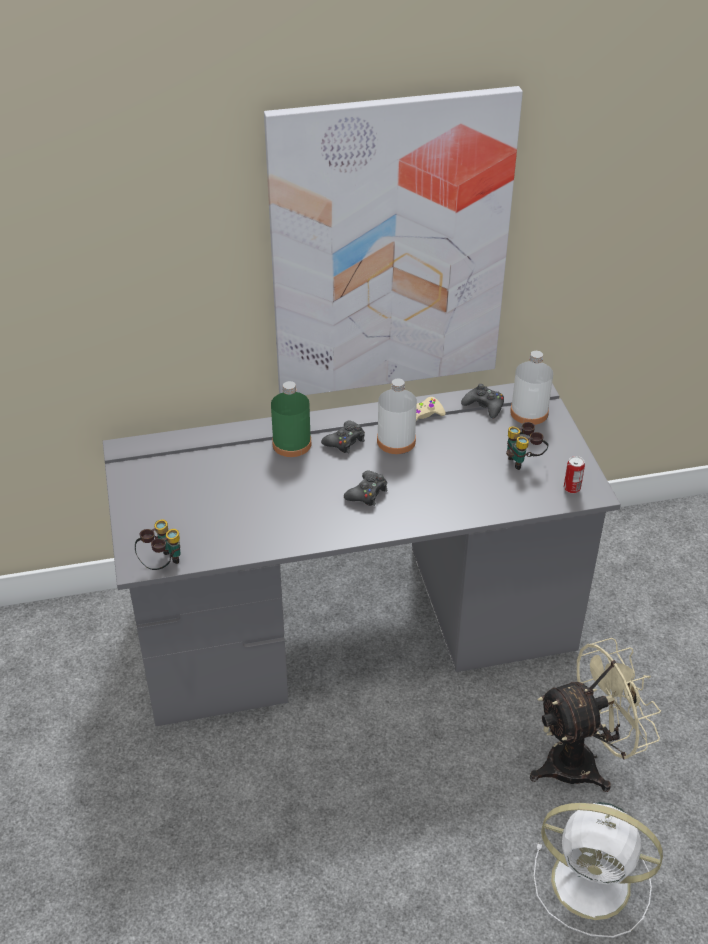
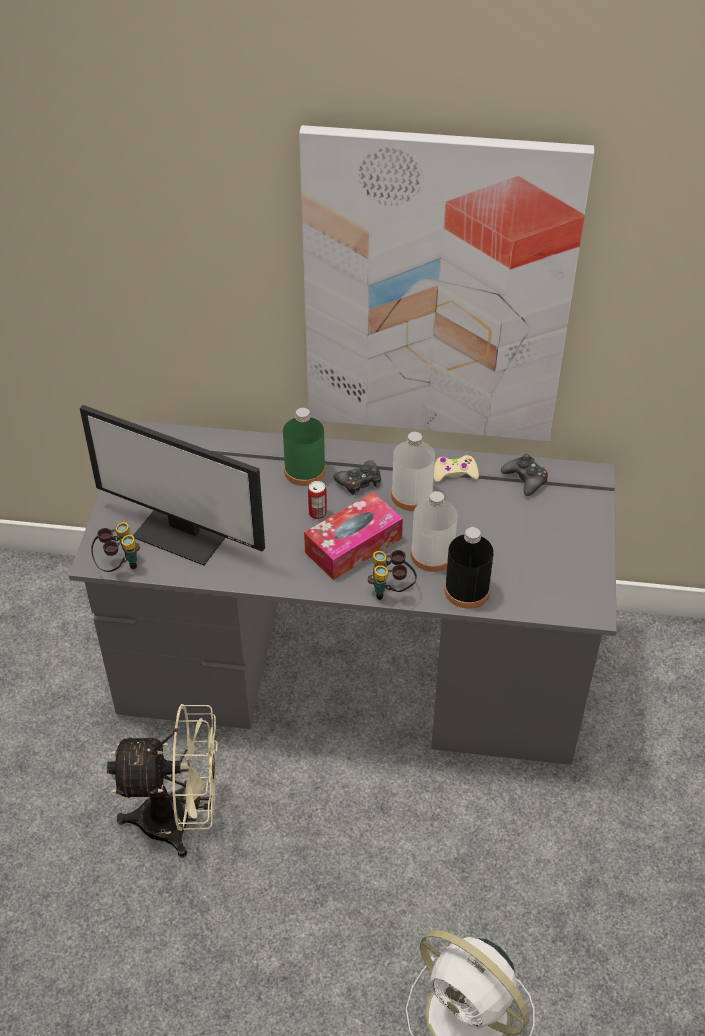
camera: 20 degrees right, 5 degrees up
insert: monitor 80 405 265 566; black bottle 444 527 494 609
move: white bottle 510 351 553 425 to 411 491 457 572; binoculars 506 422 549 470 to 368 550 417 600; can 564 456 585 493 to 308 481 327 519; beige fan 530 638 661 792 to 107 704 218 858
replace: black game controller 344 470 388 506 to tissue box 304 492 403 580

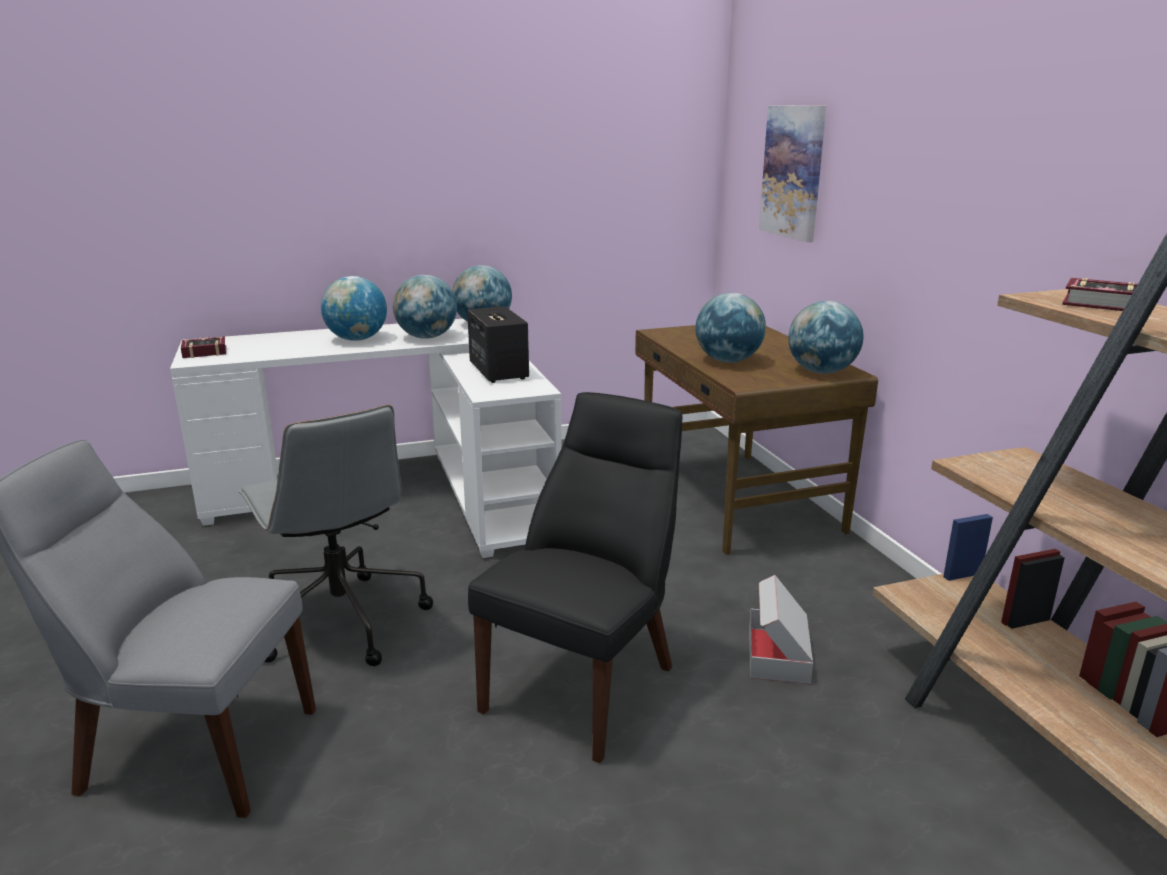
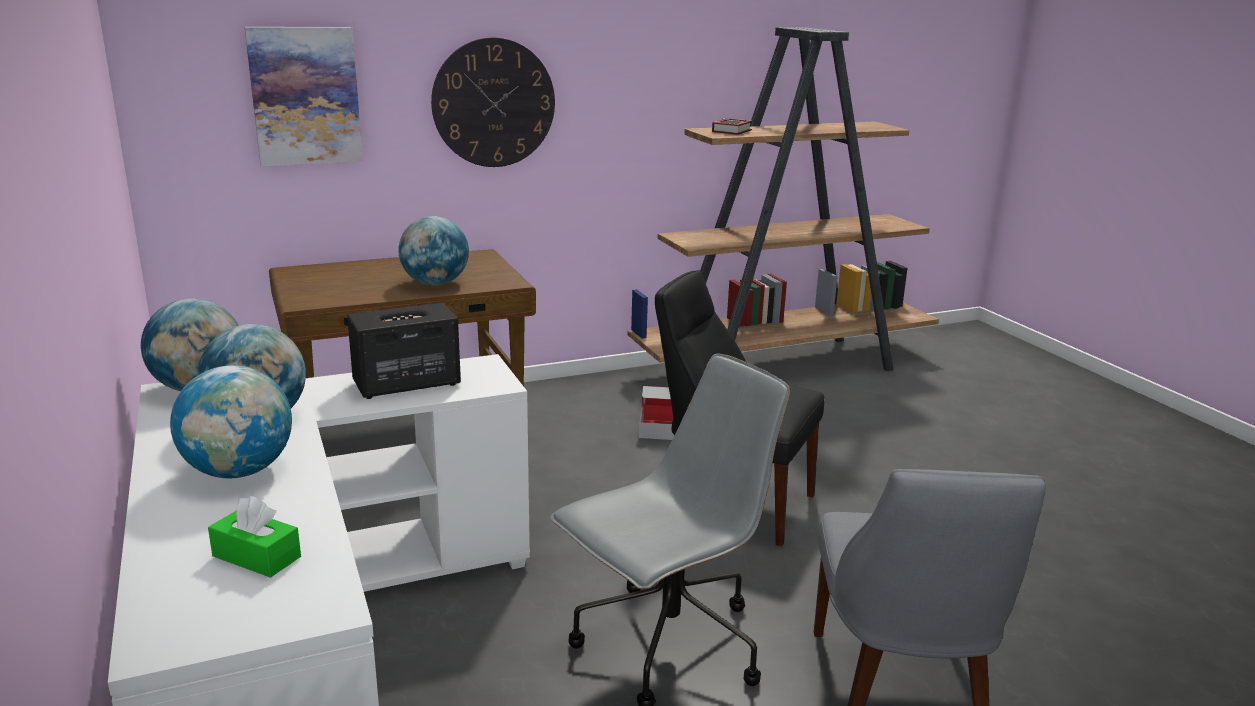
camera: 95 degrees left, 0 degrees up
delete: globe 788 301 863 374; book 181 336 226 358
insert: wall clock 431 37 555 167; green tissue box 208 496 301 578

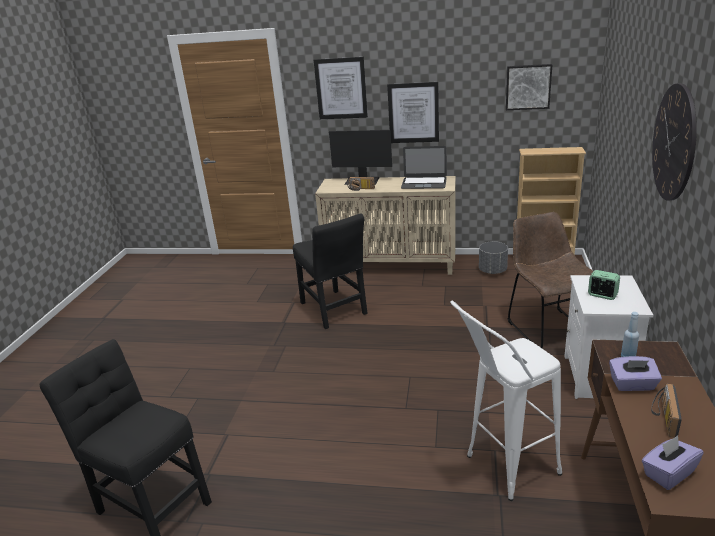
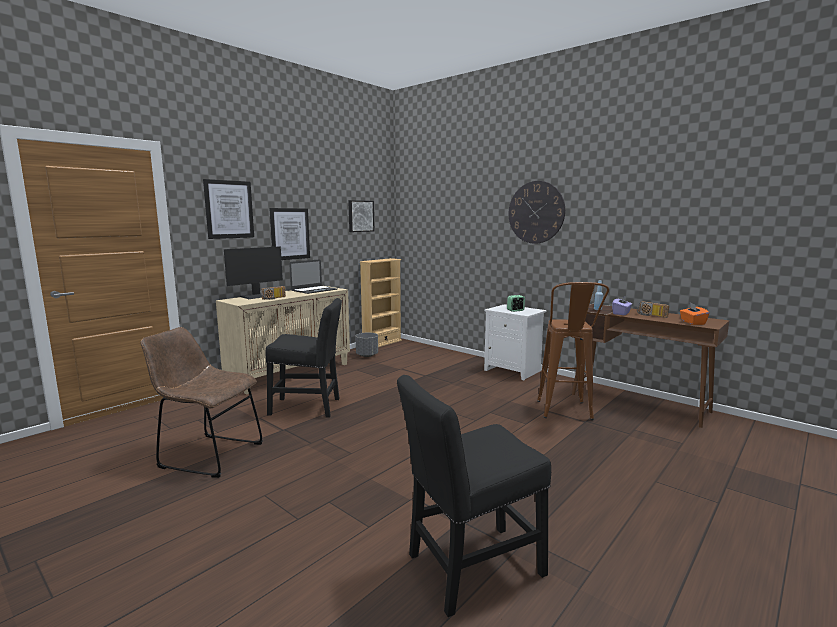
camera: 60 degrees left, 15 degrees down
move: brown chair 508 212 593 349 to 141 327 263 478
recolor: white stool 450 301 562 501 to brown stool 537 282 609 420; purple tissue box 642 436 704 490 to orange tissue box 680 303 709 325

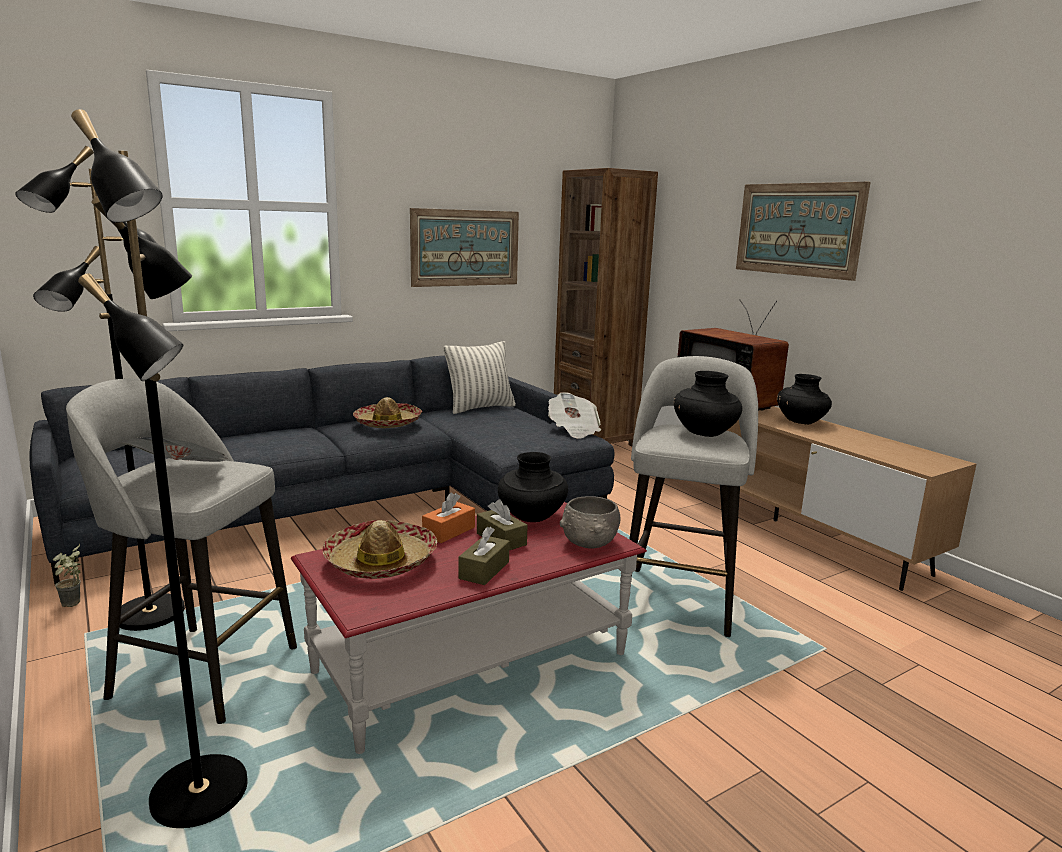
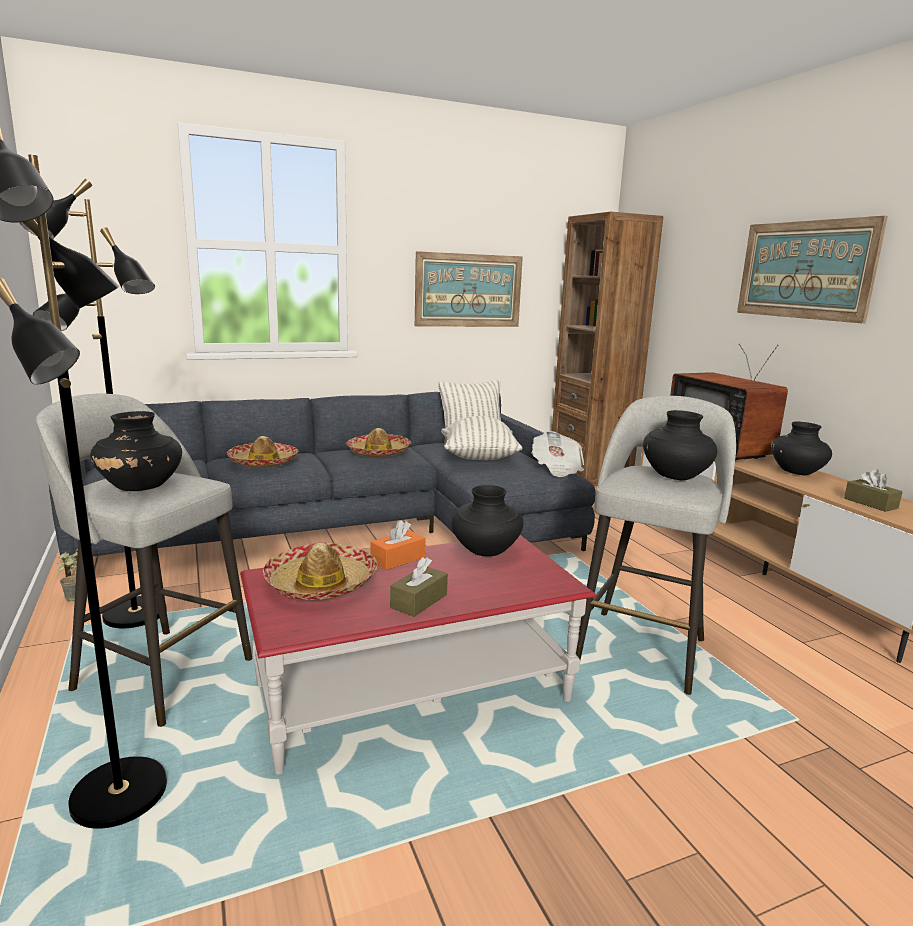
camera: 10 degrees right, 0 degrees up
delete: grey bowl 560 496 621 549
insert: pillow 441 416 522 460; hat 226 436 298 468
move: brown tissue box 477 499 528 550 to 844 469 903 512
replace: newspaper 119 437 225 462 to black vase 90 411 182 491

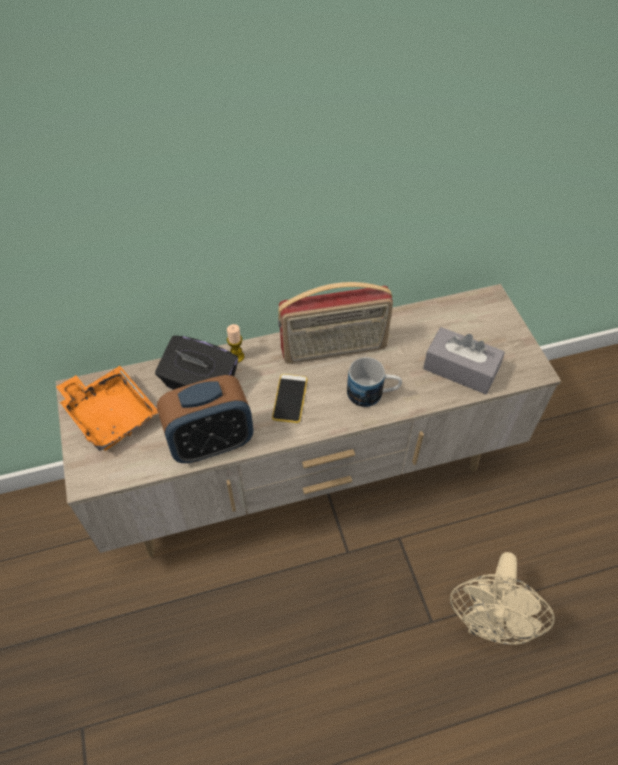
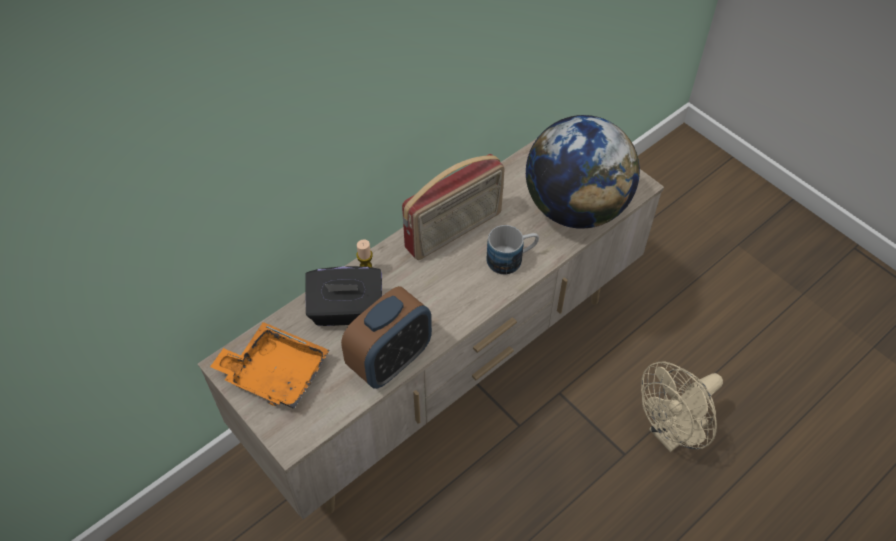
camera: 25 degrees left, 0 degrees up
delete: phone 272 374 307 423
replace: grey tissue box 423 327 505 394 to globe 526 115 640 229
rotate: beige fan 450 552 555 645 = 641 361 723 452 60 degrees clockwise

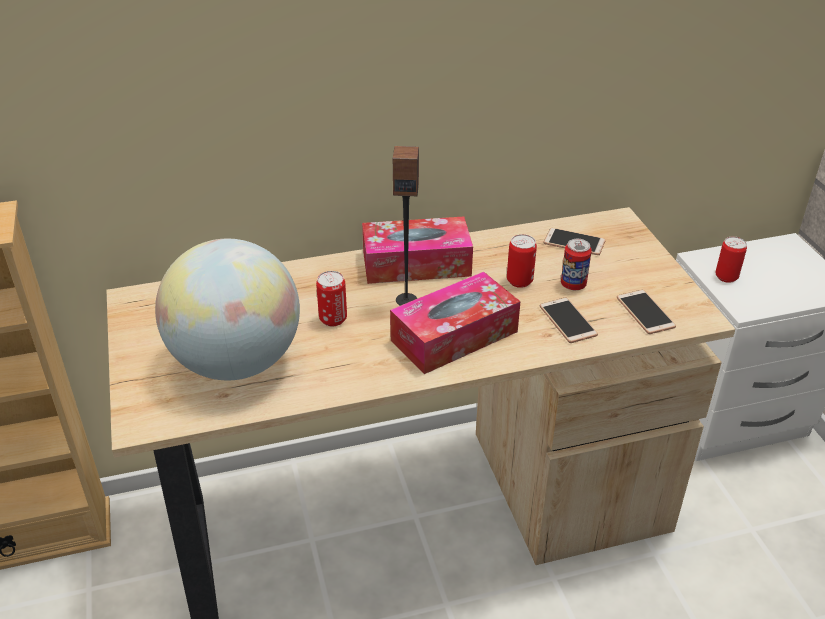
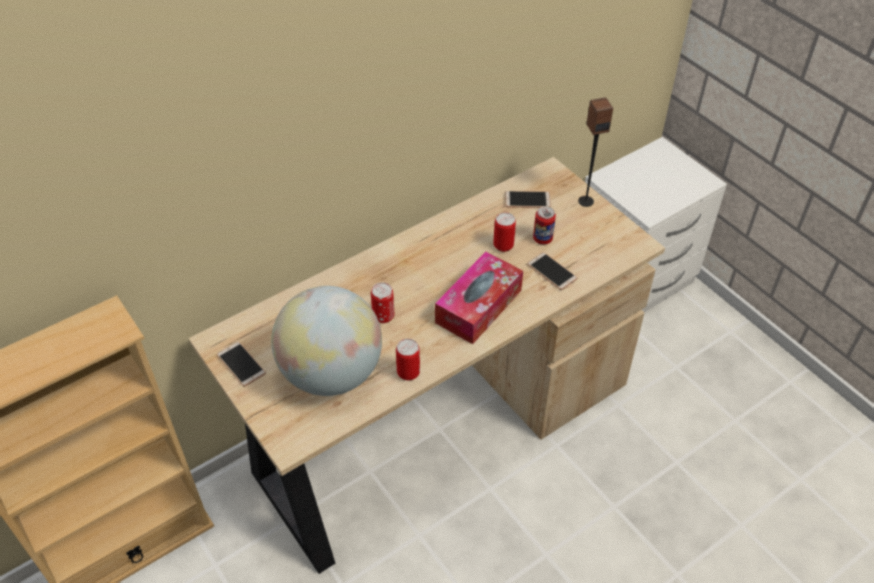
camera: 20 degrees left, 10 degrees up
delete: tissue box 362 216 473 284
move: speaker 393 146 419 306 to 578 97 613 207; can 716 236 747 283 to 396 339 420 380; phone 617 290 676 334 to 217 342 266 387

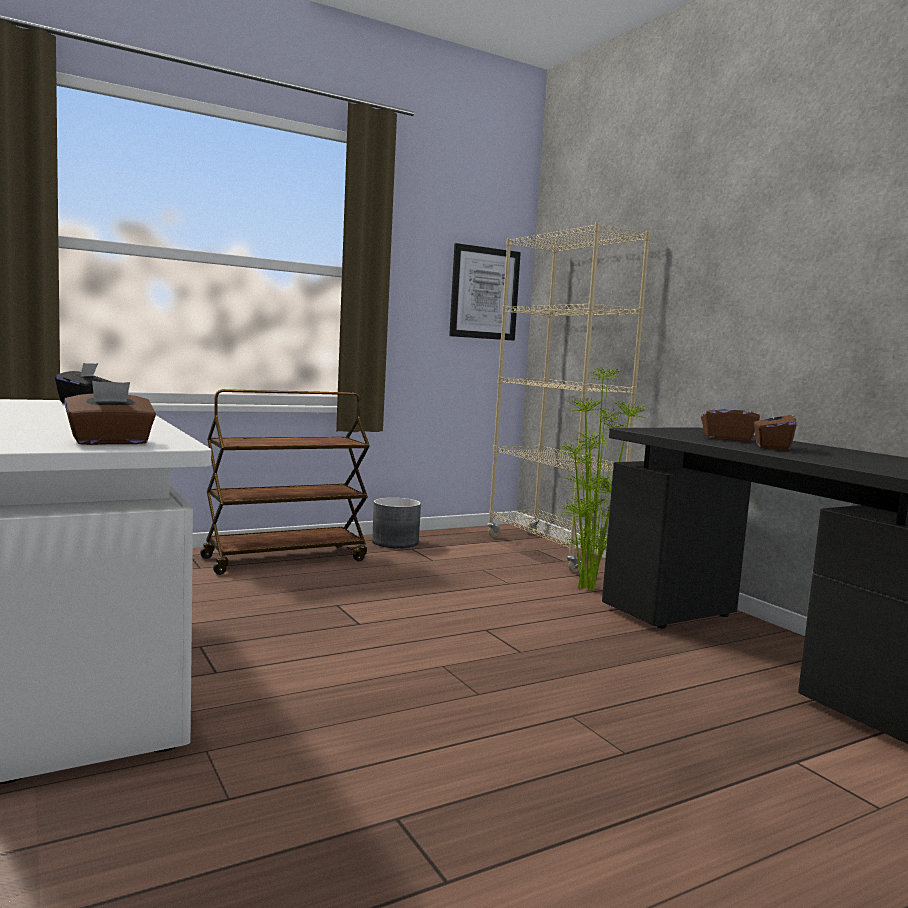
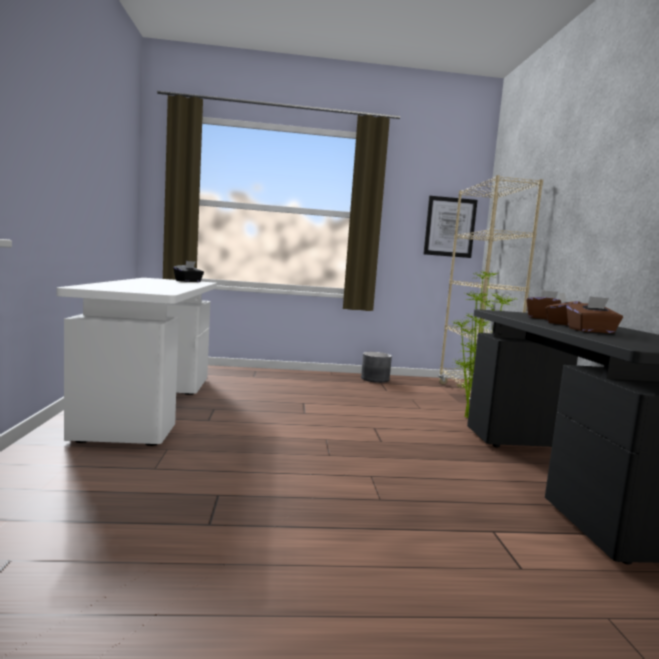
camera: 25 degrees right, 0 degrees up
delete: brown cart 200 389 370 575
move: brown tissue box 64 381 156 445 to 566 296 623 333

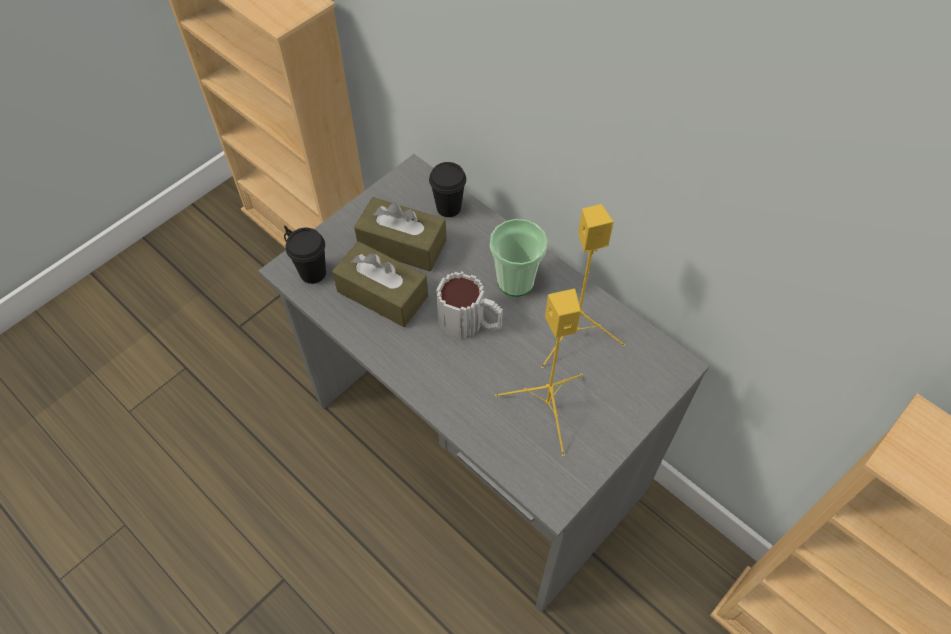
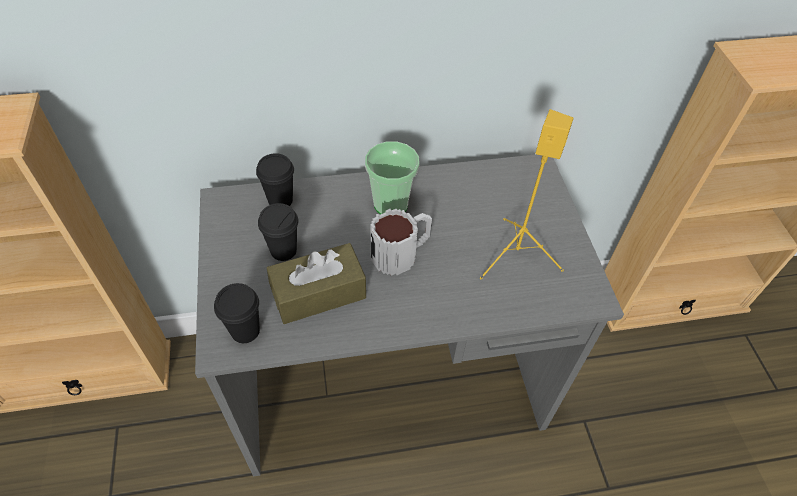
camera: 55 degrees left, 5 degrees down
delete: yellow speaker 541 204 625 369
replace: brown tissue box 354 197 447 271 to black cup 258 203 299 261

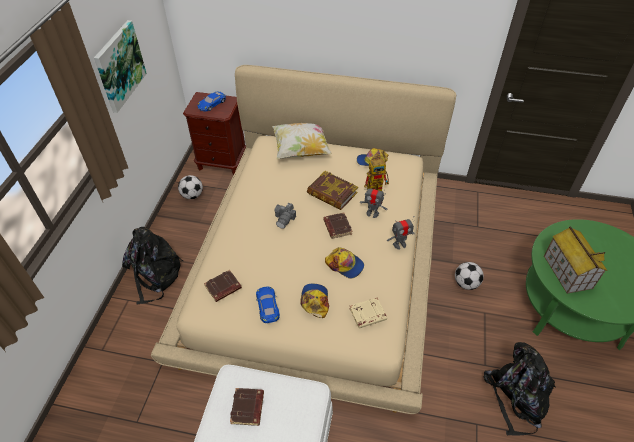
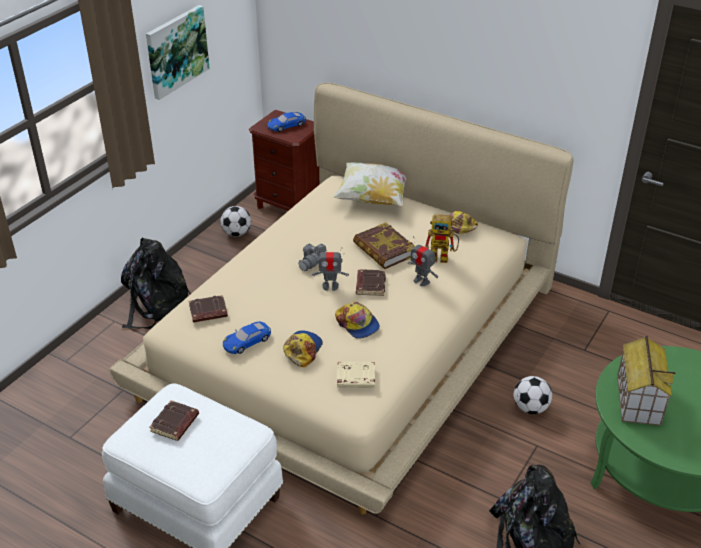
camera: 20 degrees right, 10 degrees down
move: toy robot 387 216 415 249 to 312 246 349 291
rotate: blue toy car 256 286 280 323 = 223 321 271 354 135 degrees counterclockwise

